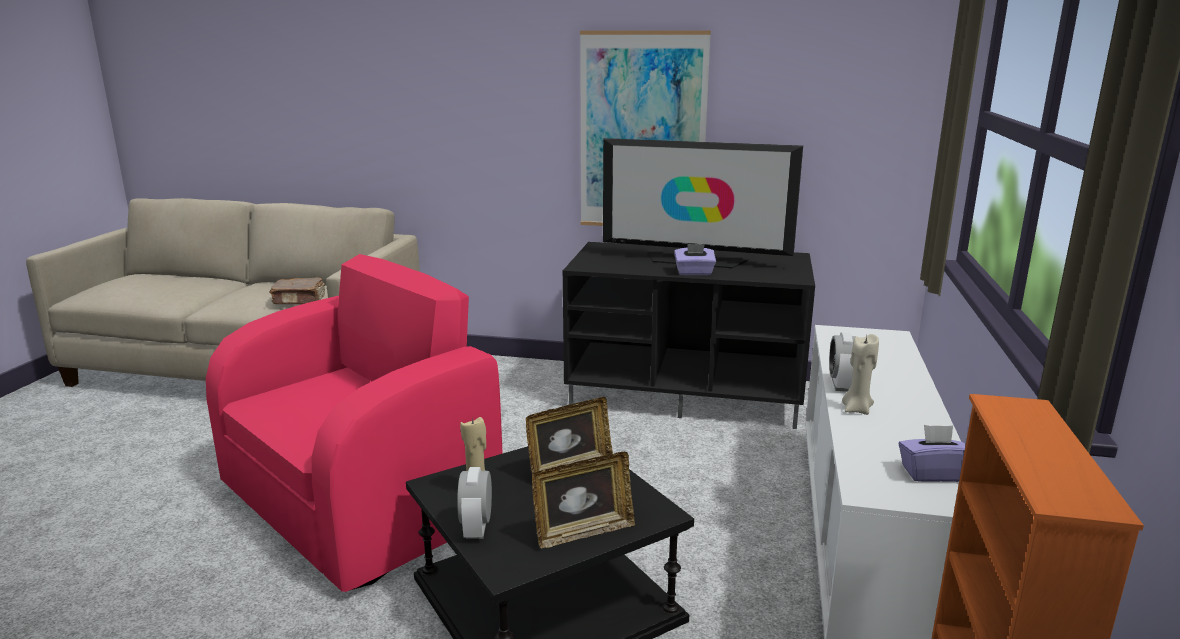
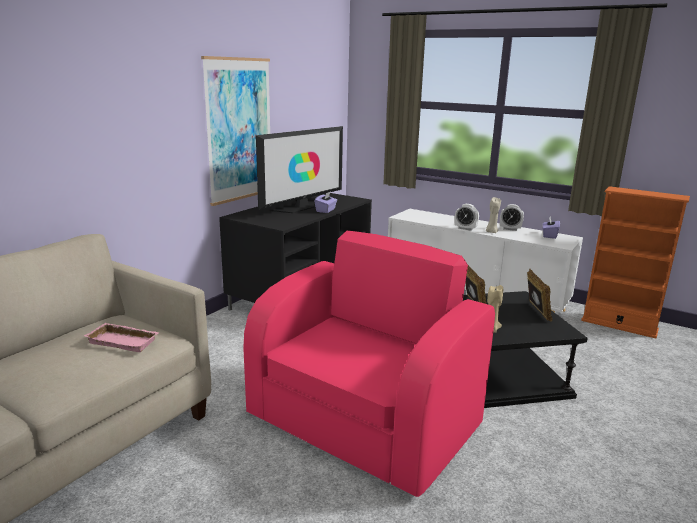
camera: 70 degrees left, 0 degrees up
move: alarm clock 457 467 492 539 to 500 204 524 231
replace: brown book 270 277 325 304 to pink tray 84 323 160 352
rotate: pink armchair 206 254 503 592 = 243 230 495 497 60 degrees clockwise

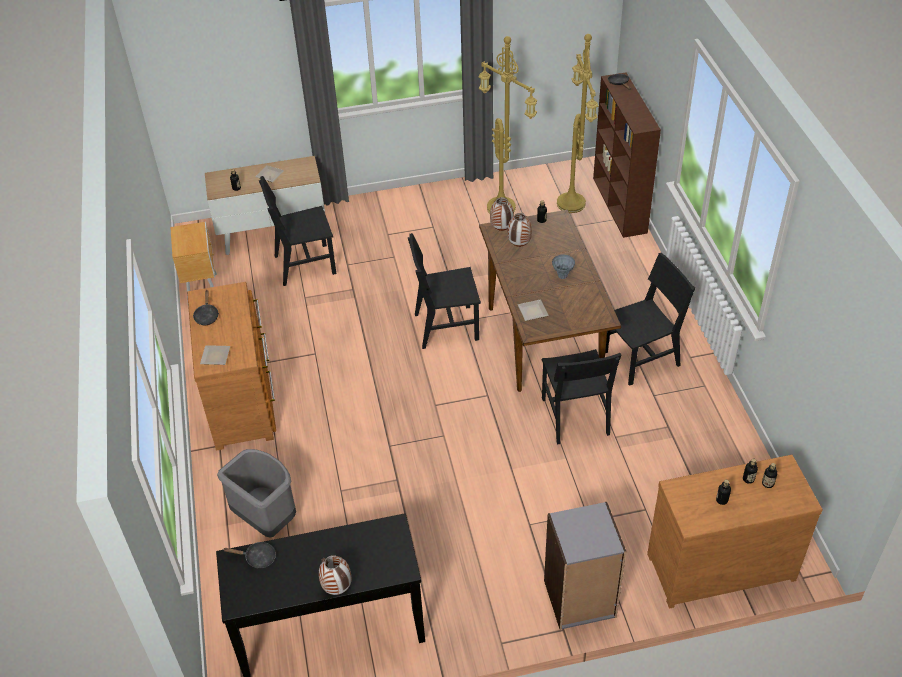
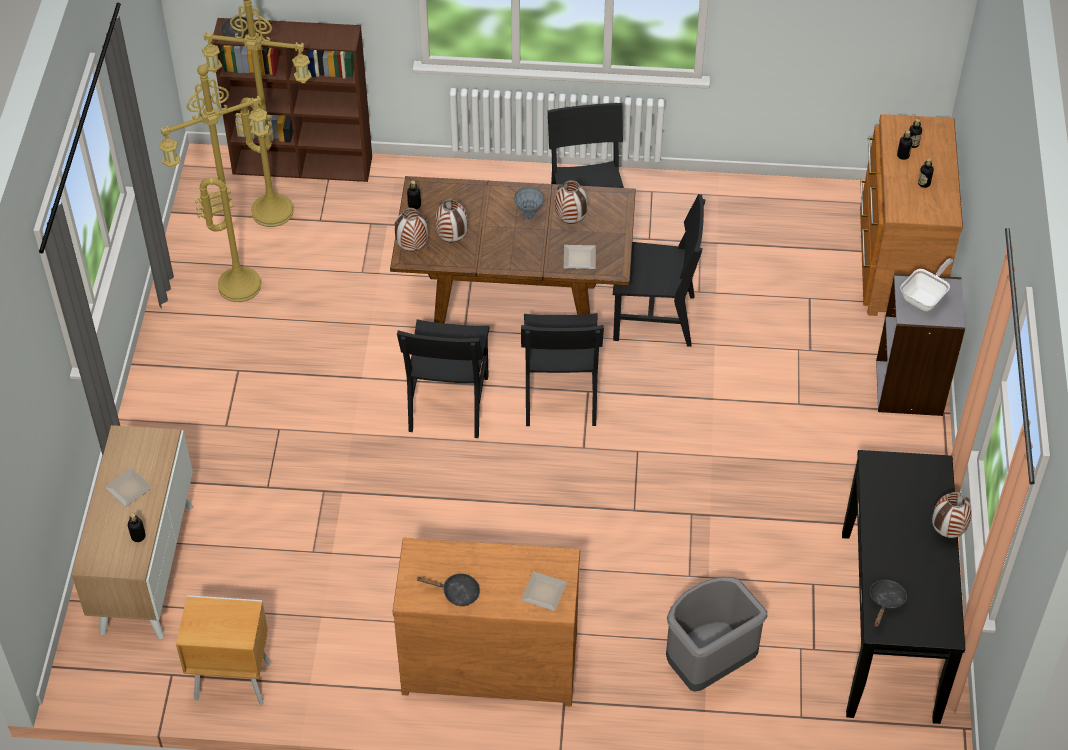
camera: 75 degrees left, 5 degrees up
insert: vase 555 180 588 224; frying pan 900 258 954 311
move: black chair 259 176 336 286 to 521 313 604 426

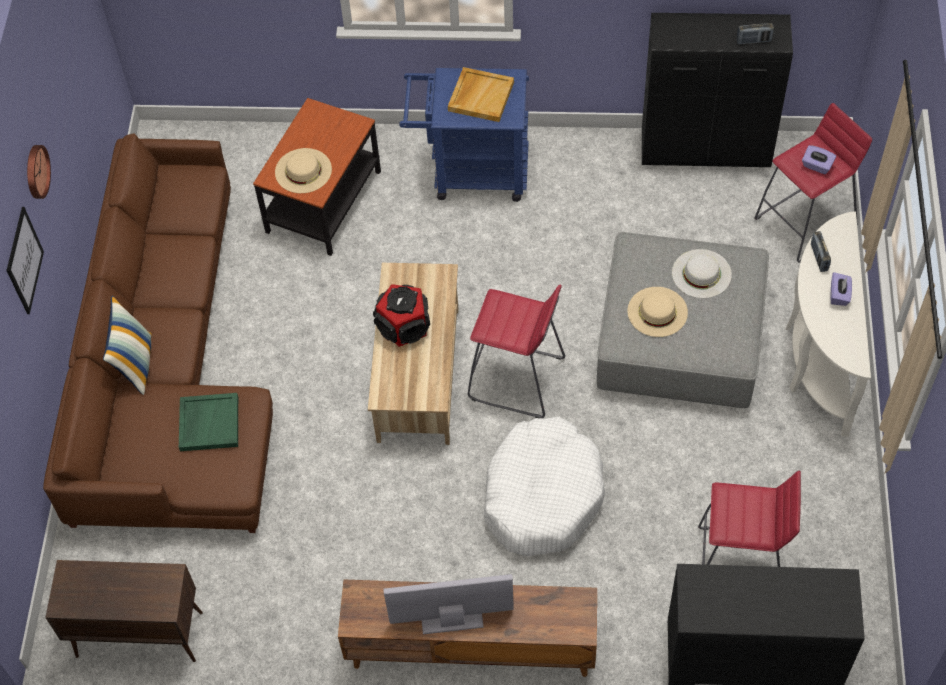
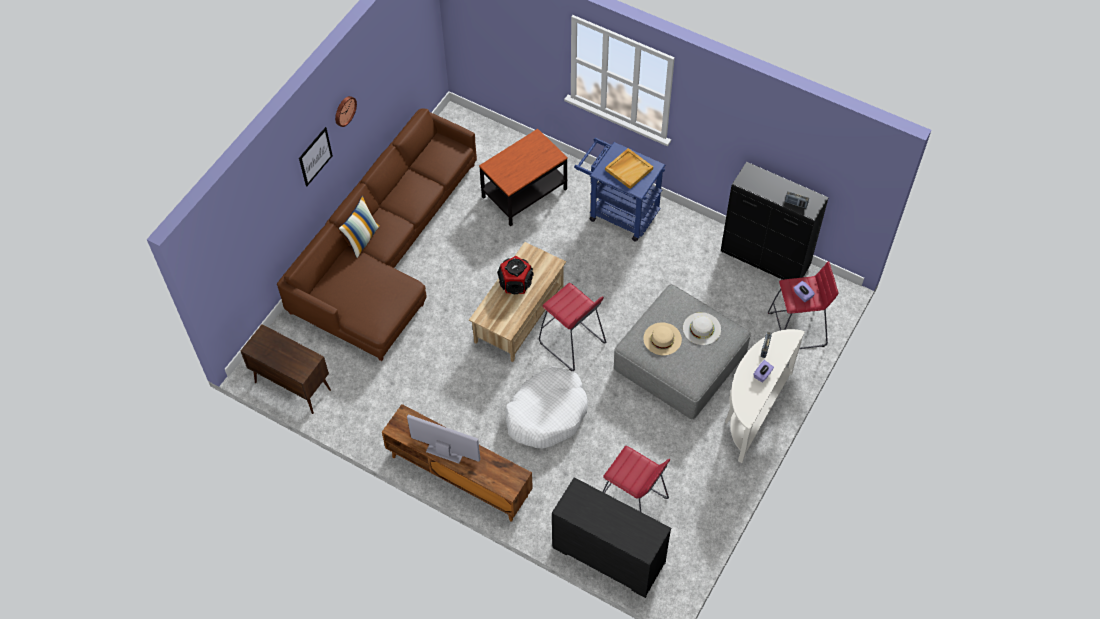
camera: 25 degrees right, 0 degrees up
delete: beige hat 275 148 332 193; green tray 179 393 238 451

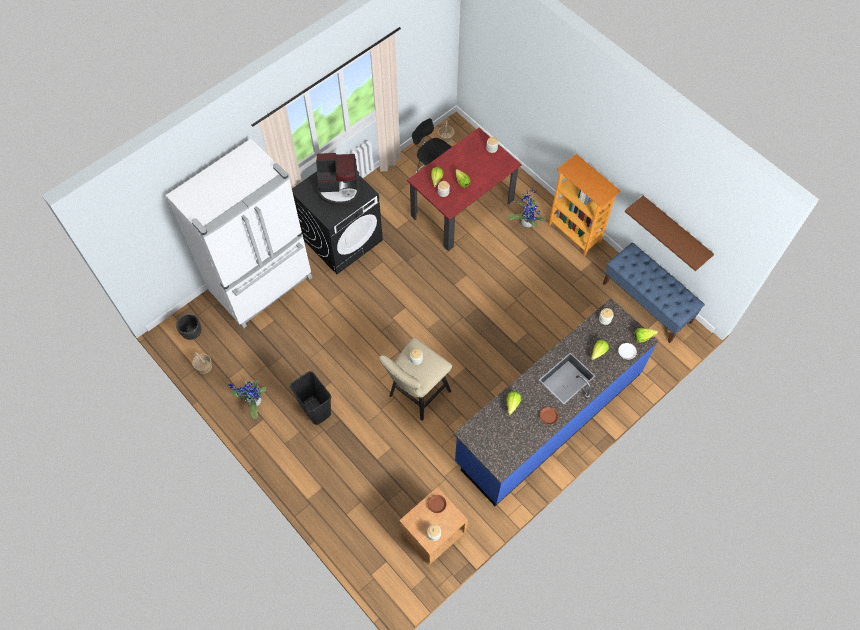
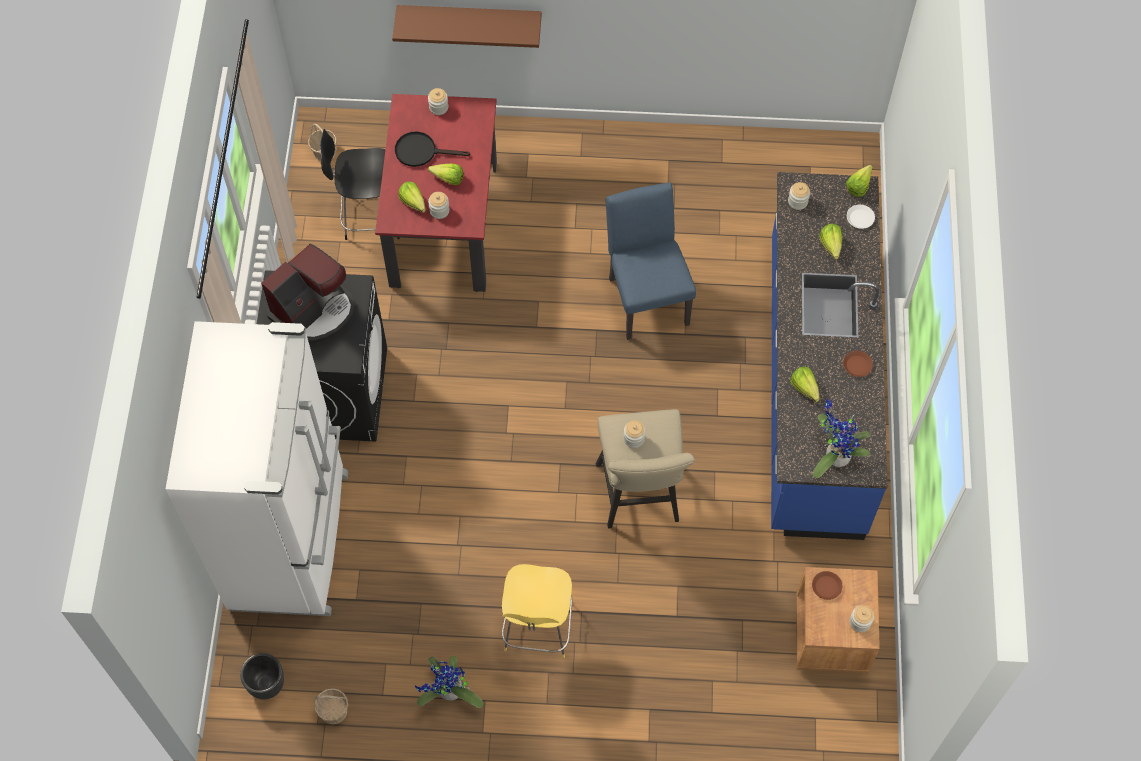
camera: 45 degrees left, 0 degrees up
delete: bookcase 549 154 621 256; blue bench 603 242 705 343
insert: black frying pan 395 132 470 167; blue chair 606 182 696 340
move: potted plant 507 188 546 228 to 813 399 871 478; brown shelf 625 196 714 271 to 392 5 542 48
replace: black trash can 290 371 331 425 to yellow stool 502 564 572 658

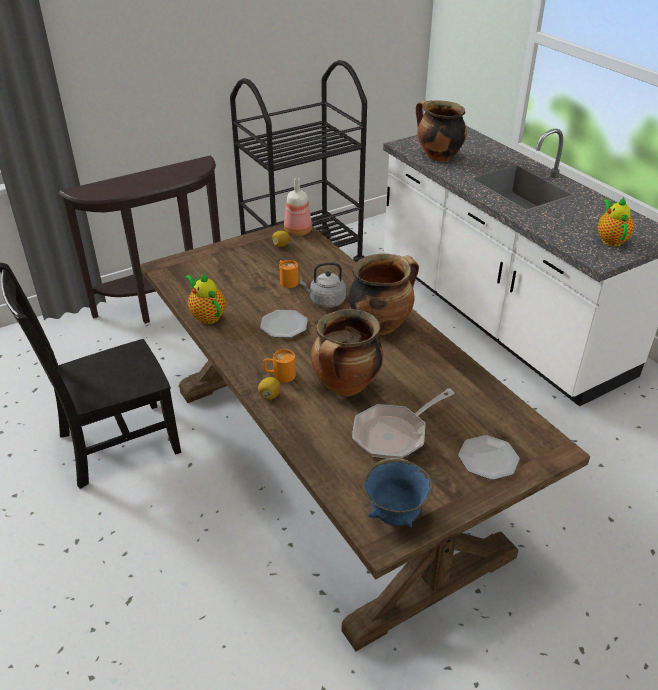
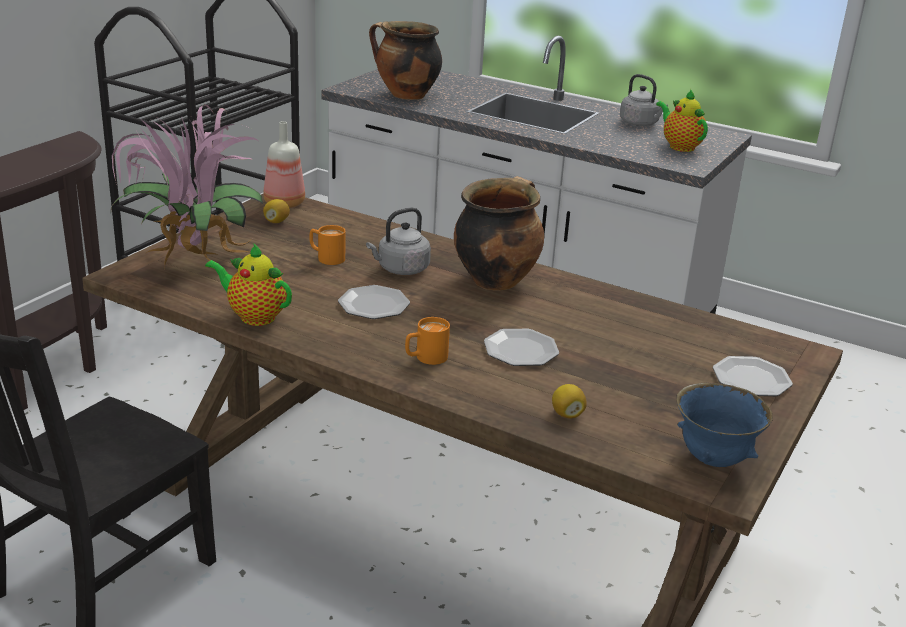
camera: 30 degrees left, 10 degrees down
delete: frying pan 352 388 455 459
insert: grey kettle 620 74 668 126; potted plant 110 104 263 268
move: lemon 258 377 281 400 to 552 384 587 419
replace: cooking pot 310 309 383 396 to plate 484 329 559 366

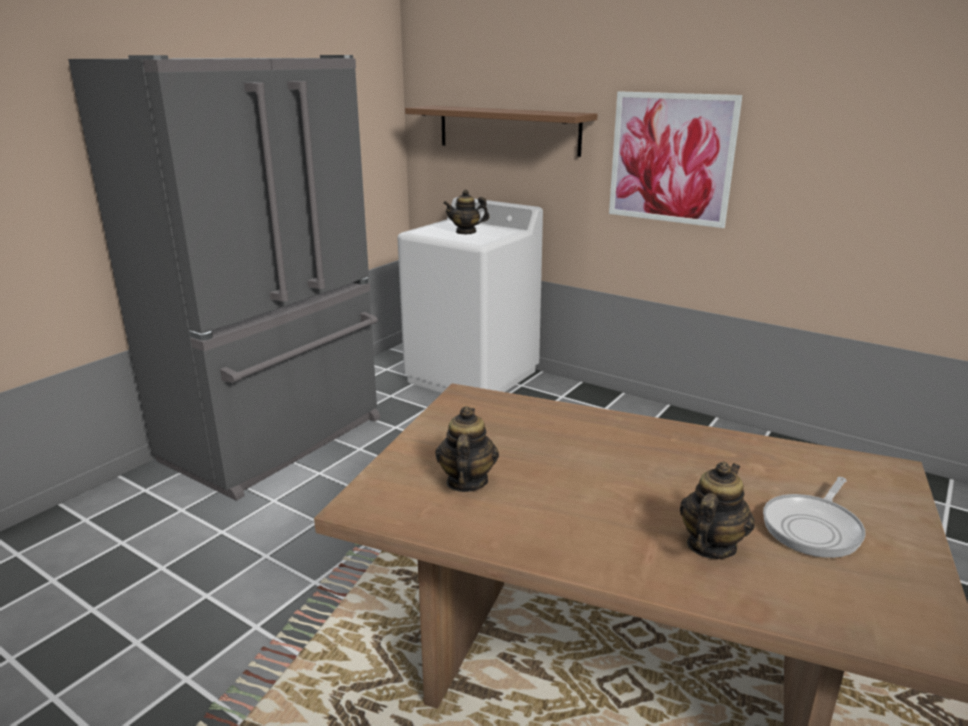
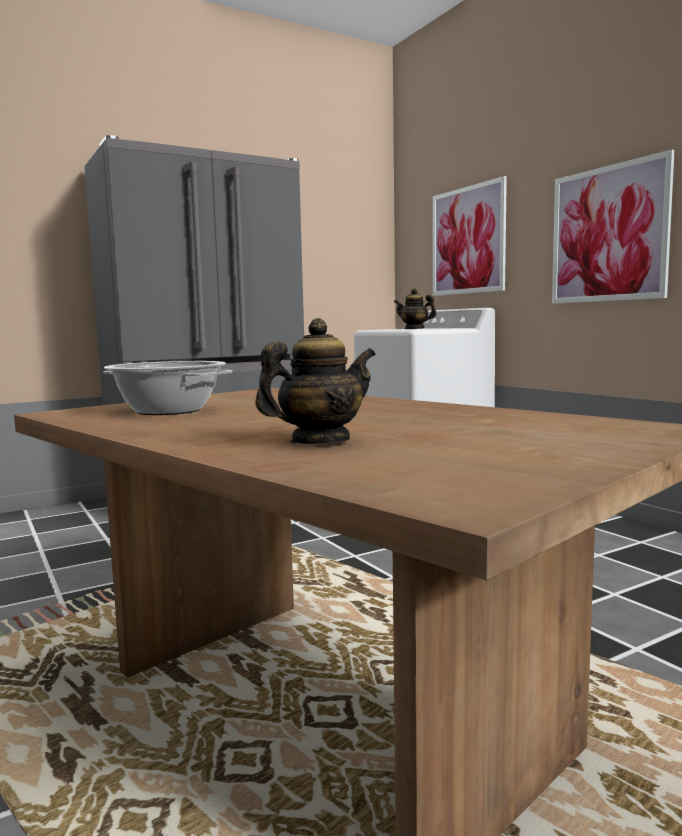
camera: 25 degrees right, 15 degrees down
delete: frying pan 763 477 866 558
replace: brown shelf 405 106 598 157 to picture 433 176 507 296; teapot 435 406 499 492 to cooking pot 104 361 232 415

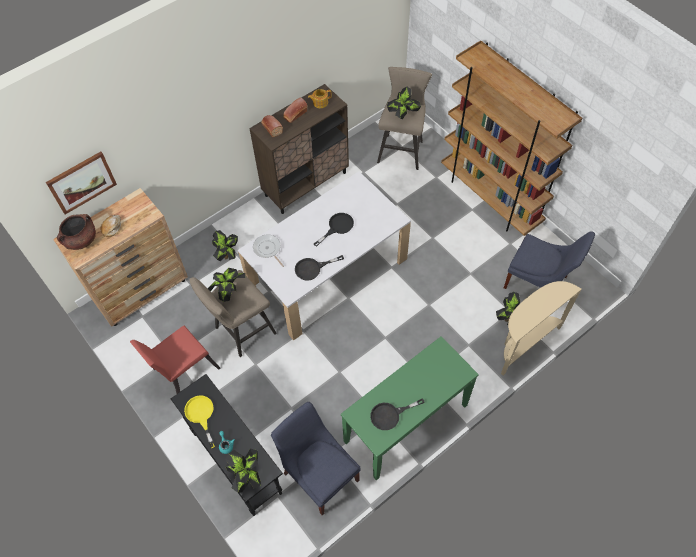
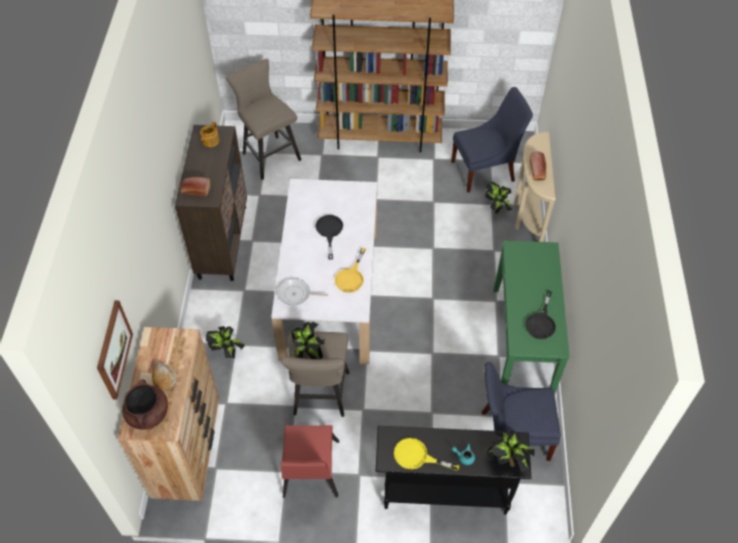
camera: 50 degrees left, 5 degrees down
delete: potted plant 387 87 421 119
move: bread 283 98 307 123 to 530 152 546 181
recolor: black frying pan 295 255 344 281 to yellow frying pan 335 248 366 293

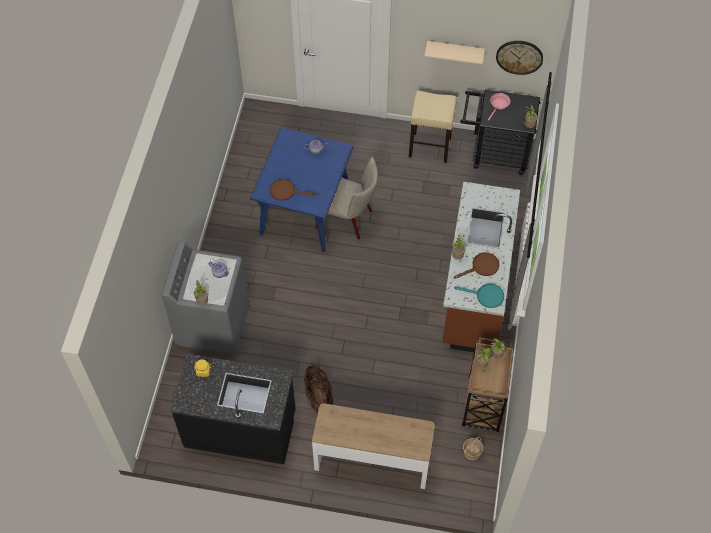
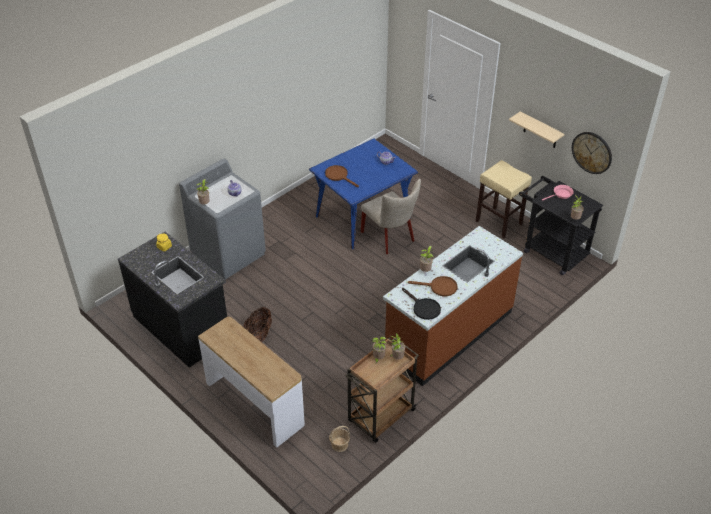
camera: 35 degrees right, 15 degrees down
recolor: turquoise frying pan 454 283 504 308 to black frying pan 402 288 441 320

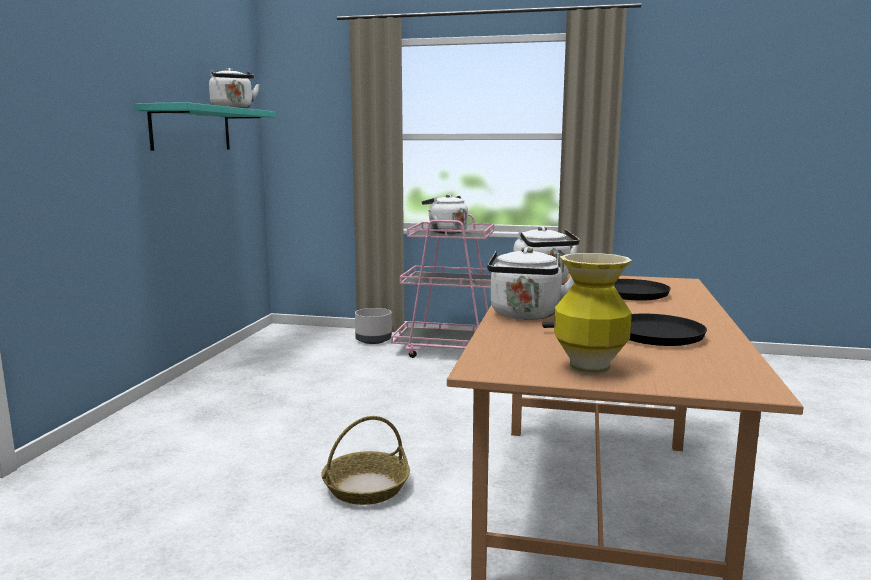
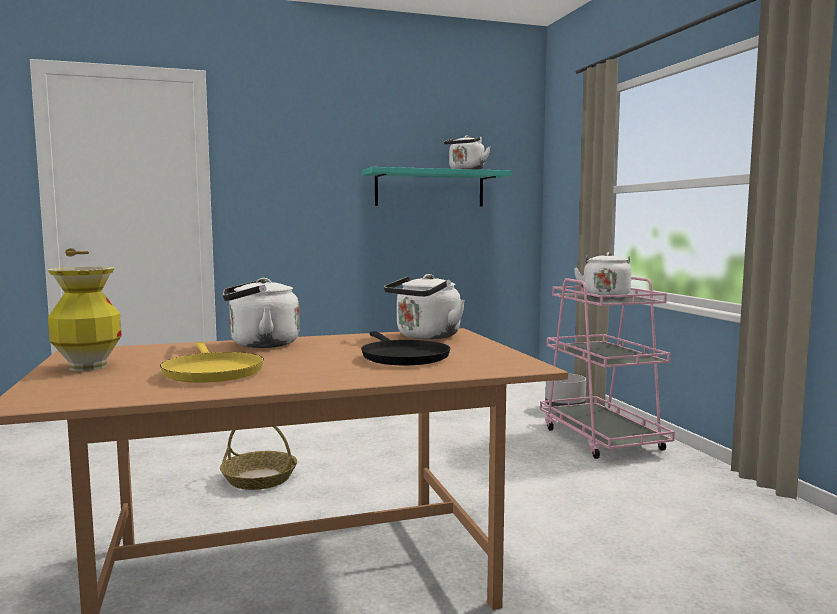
camera: 60 degrees right, 5 degrees down
recolor: black frying pan 542 314 707 346 to yellow frying pan 160 342 264 383

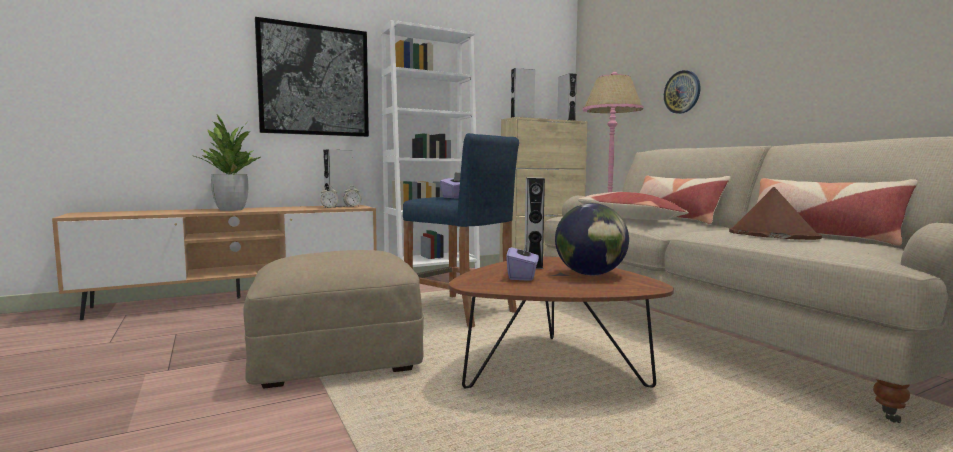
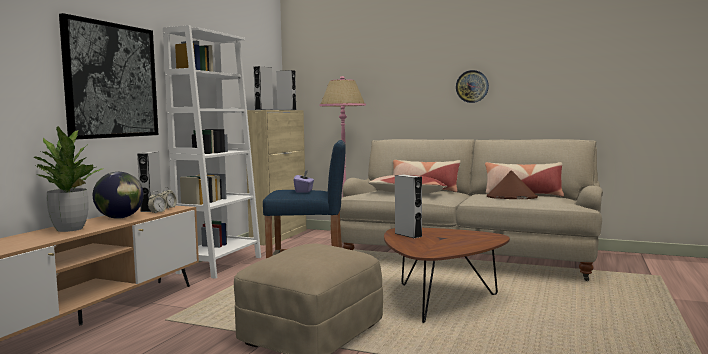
camera: 40 degrees left, 0 degrees up
delete: purple tissue box 506 241 539 281
move: wall clock 664 70 700 114 to 456 70 489 103; globe 555 203 629 275 to 93 172 144 219

